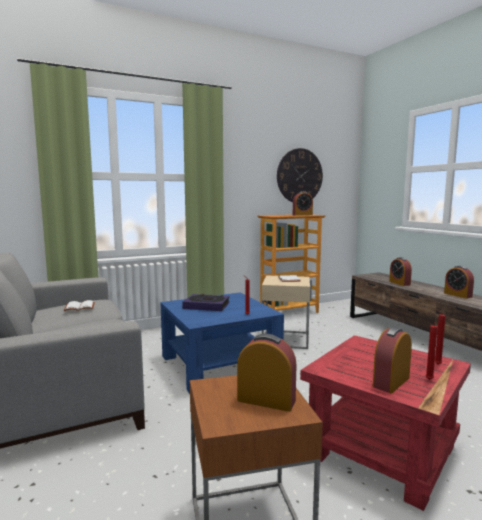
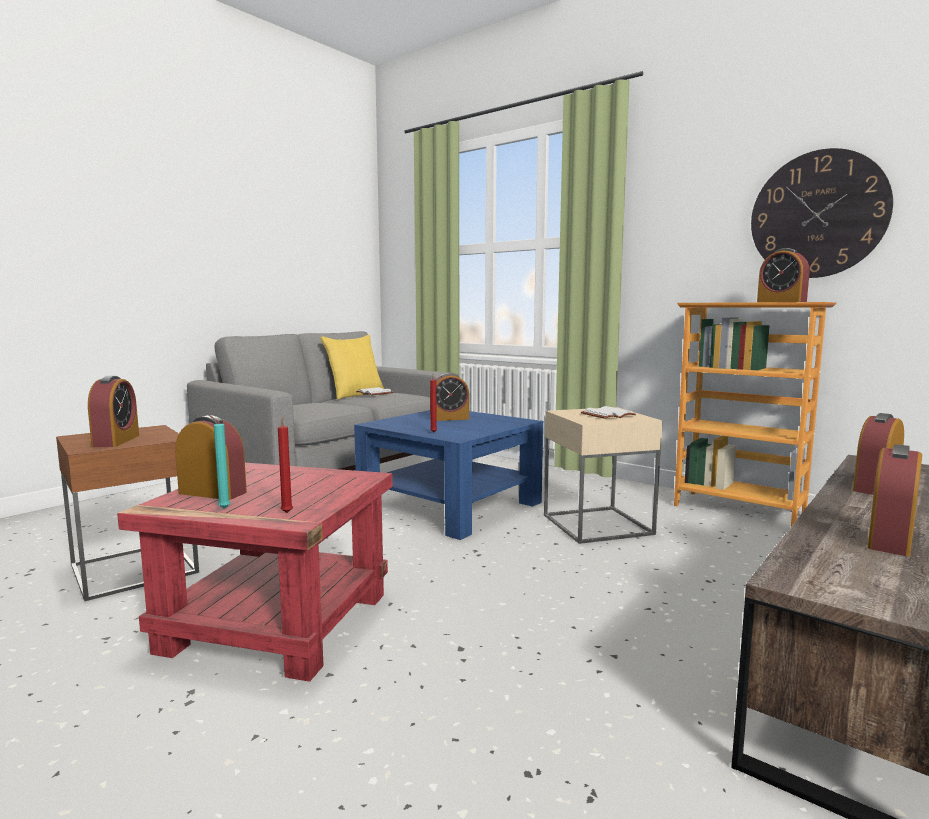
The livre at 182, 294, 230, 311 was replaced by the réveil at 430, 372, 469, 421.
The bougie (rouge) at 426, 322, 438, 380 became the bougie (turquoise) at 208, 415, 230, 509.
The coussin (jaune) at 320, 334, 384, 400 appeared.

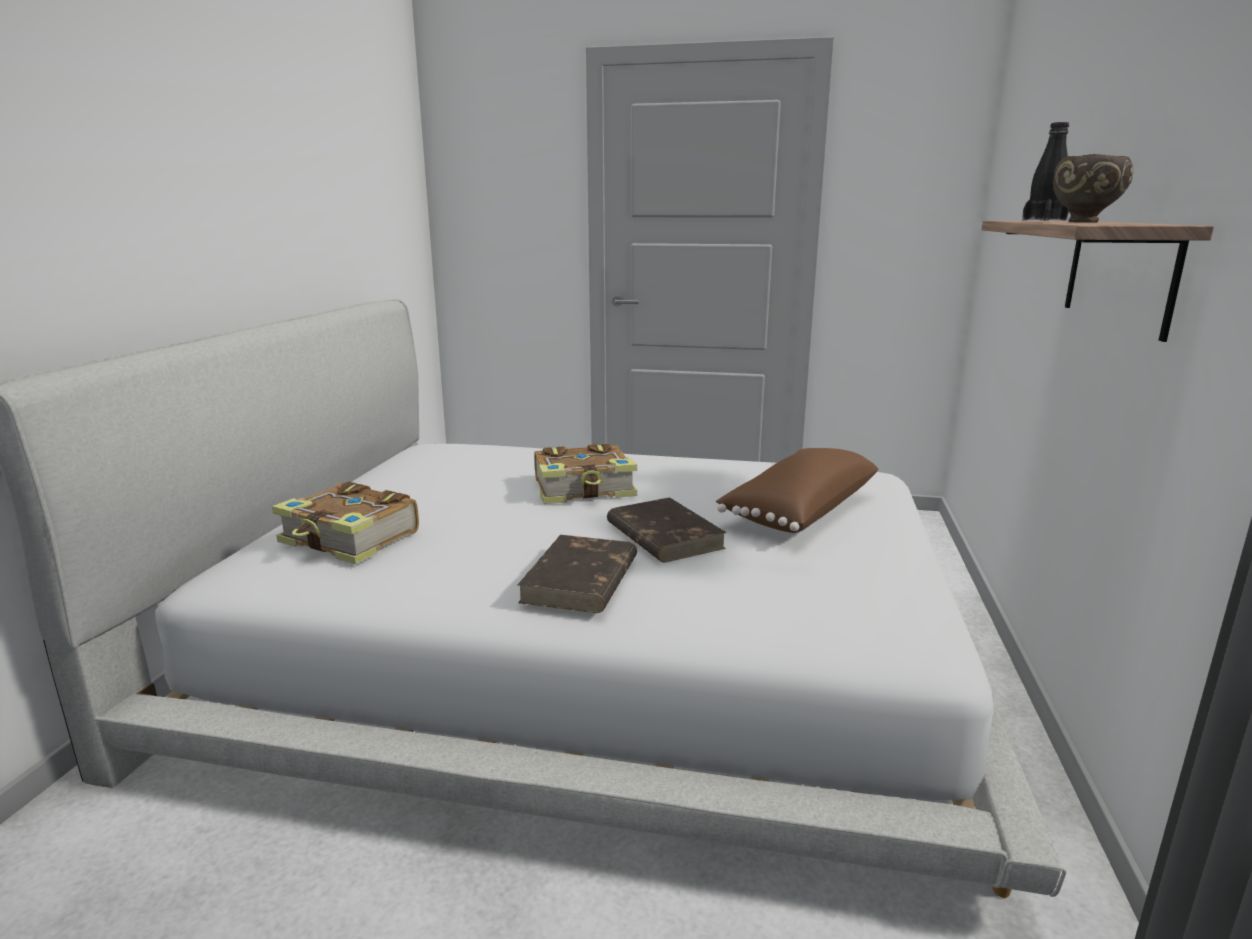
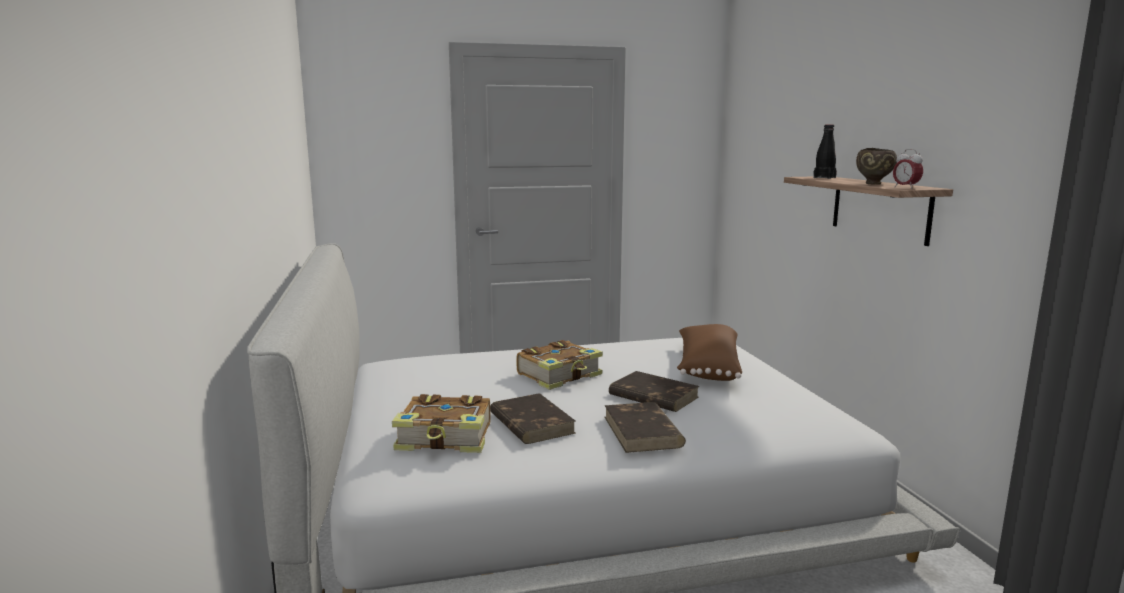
The livre (marron) at 490, 393, 576, 444 appeared.
The réveil at 893, 149, 923, 189 appeared.

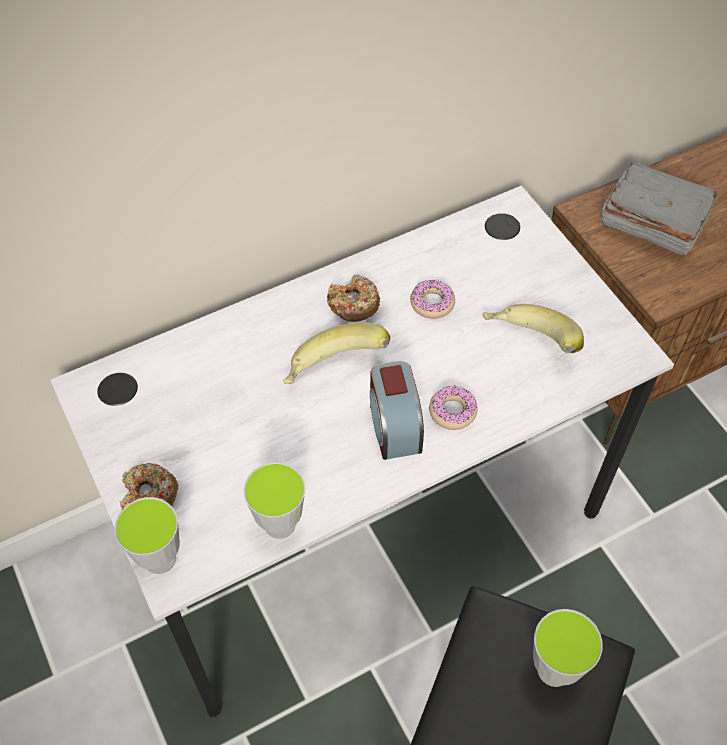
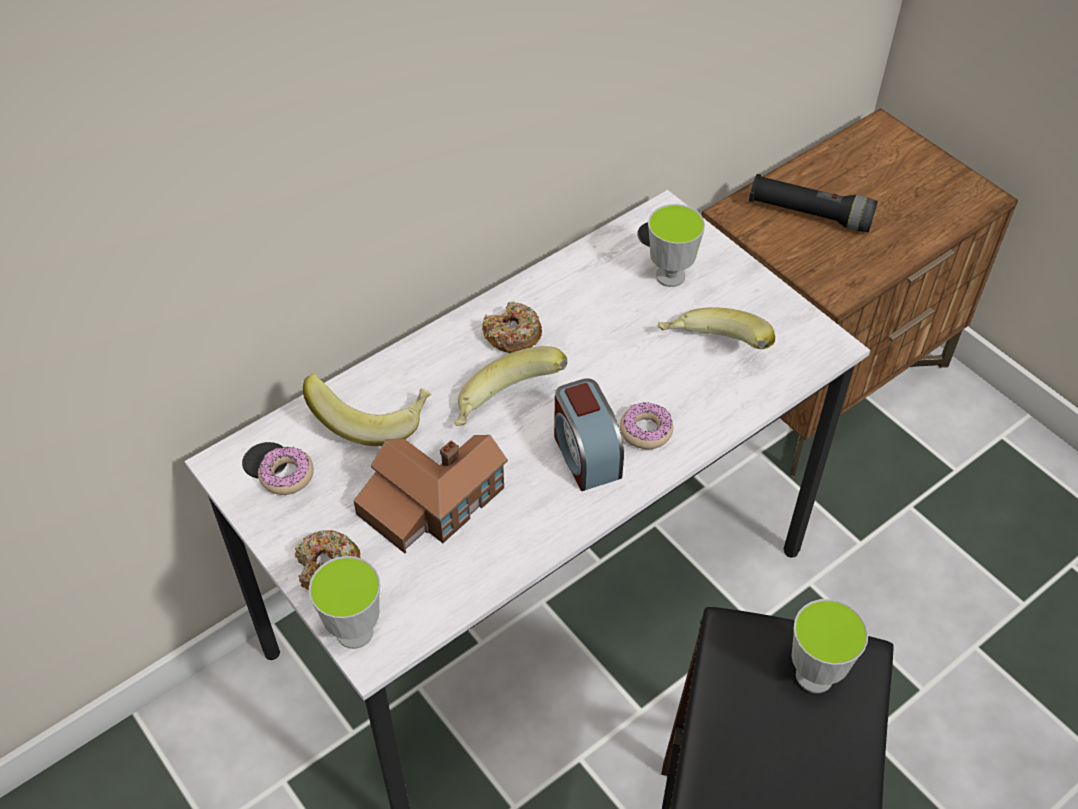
The tasse moved from 243, 462, 305, 539 to 648, 204, 705, 287.
The beignet moved from 410, 280, 455, 319 to 258, 446, 314, 495.
The livre (gris) at 600, 162, 718, 255 was replaced by the lampe de poche (noir) at 749, 174, 878, 232.
The banane at 303, 374, 432, 446 appeared.
The maison miniature at 353, 435, 508, 553 appeared.

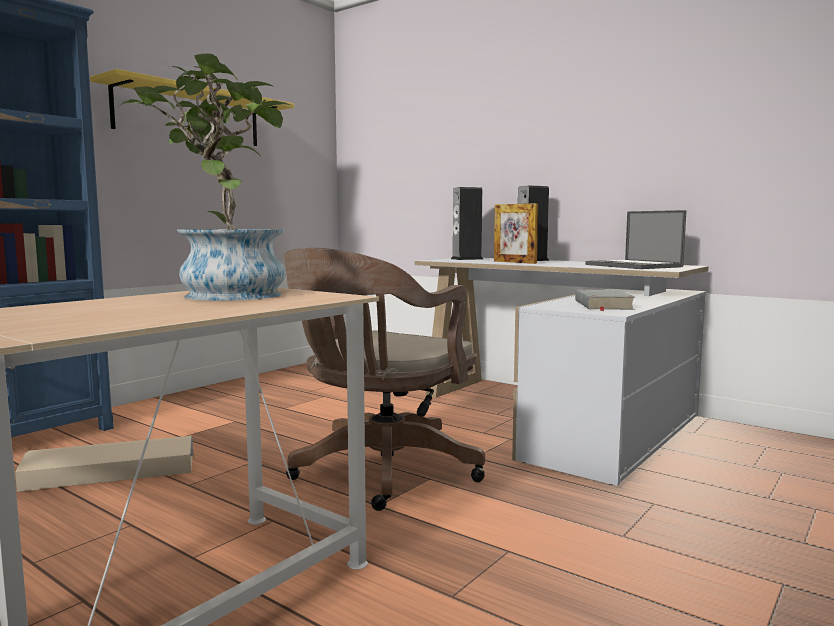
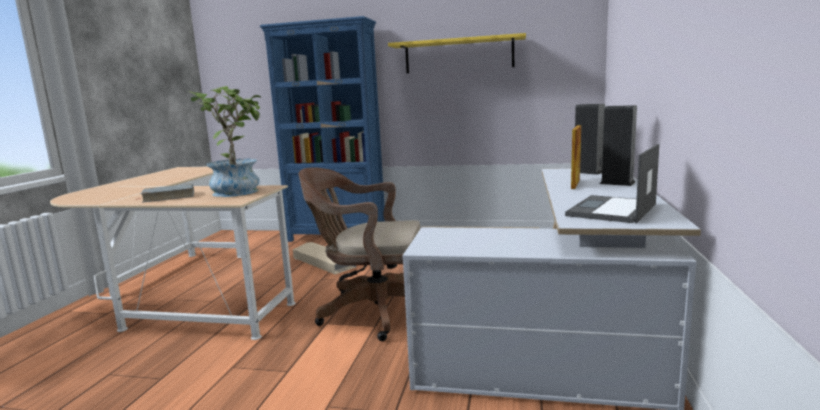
The livre (gris) moved from 575, 289, 636, 311 to 135, 184, 194, 202.

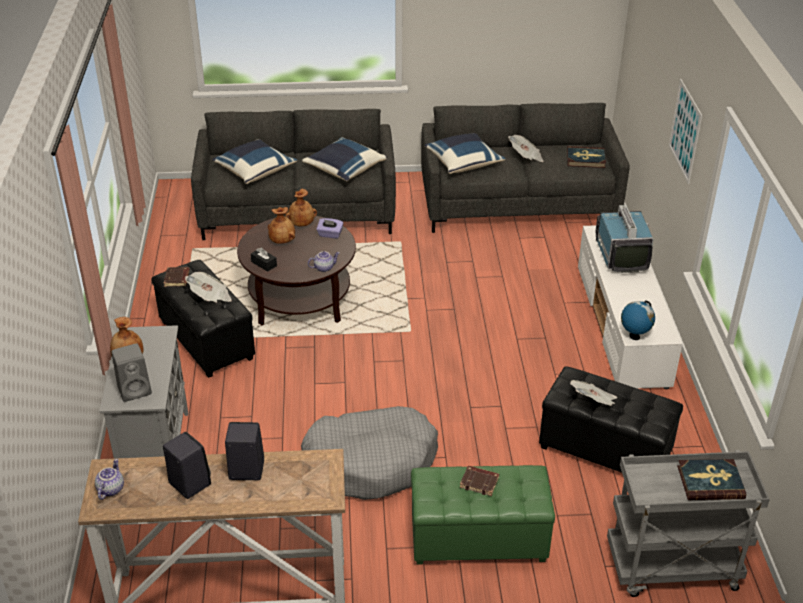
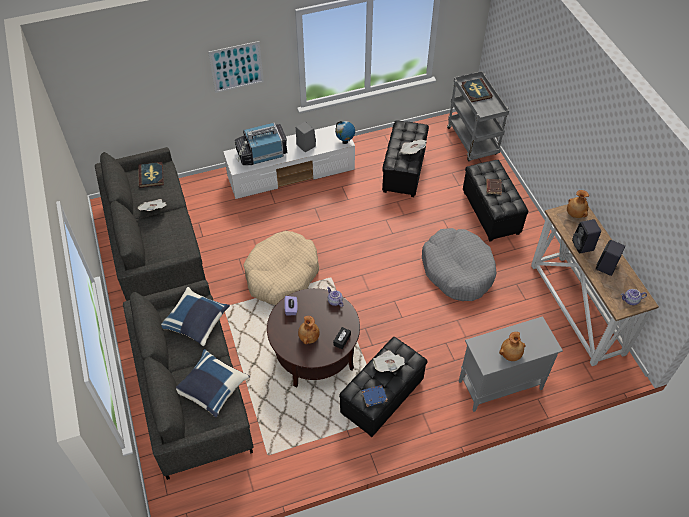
The enceinte (gris) moved from 112, 343, 152, 402 to 296, 121, 316, 152.
The livre (marron) at 164, 267, 190, 287 became the livre (bleu) at 362, 385, 388, 407.
The vase (marron) moved from 285, 189, 317, 226 to 567, 190, 589, 218.
The pouf (vert) at 411, 465, 555, 565 became the pouf (noir) at 463, 160, 528, 241.
The coussin (bleu) at 425, 133, 506, 174 disappeared.
The panier pour chien (beige) at 243, 231, 319, 305 appeared.

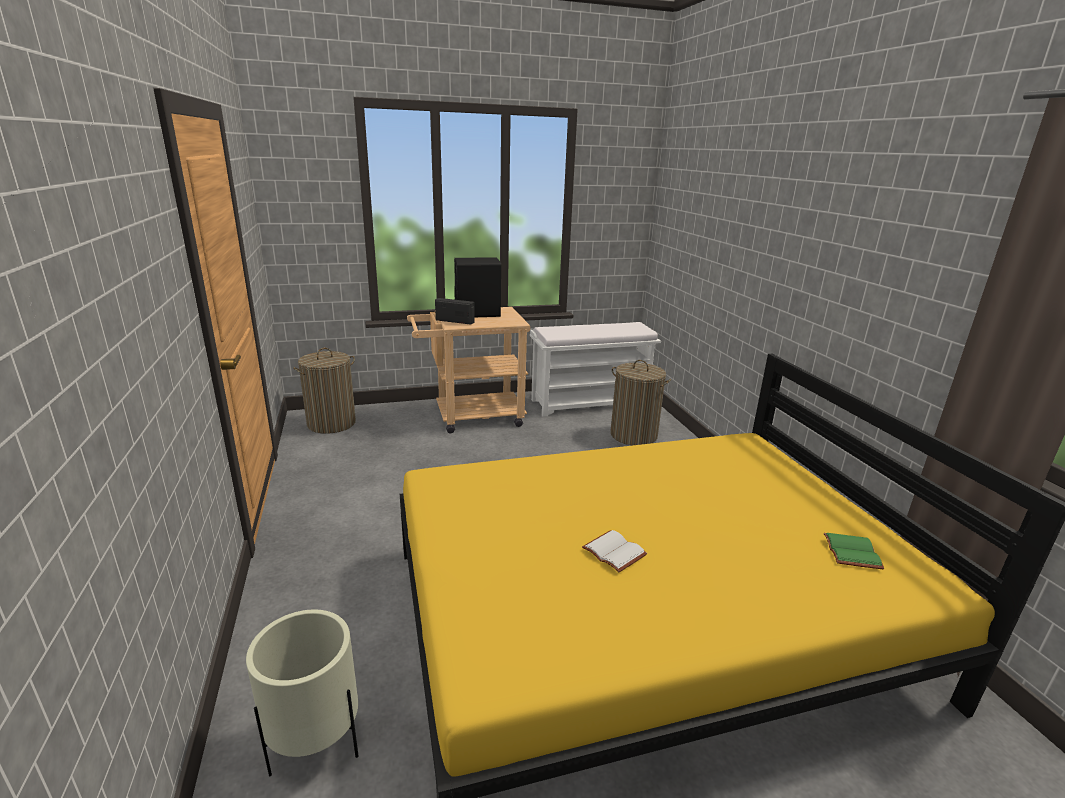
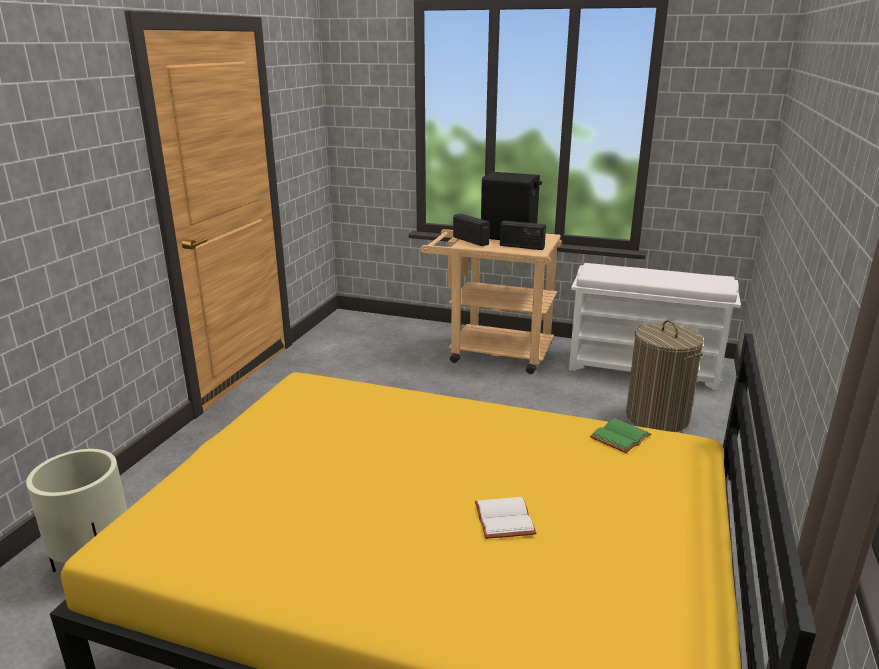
The panier à linge at 293, 348, 356, 434 disappeared.
The livre (blanc) moved from 582, 530, 647, 572 to 475, 497, 536, 539.
The livre (vert) moved from 824, 533, 884, 570 to 590, 418, 651, 453.
The radio at 500, 220, 546, 250 appeared.

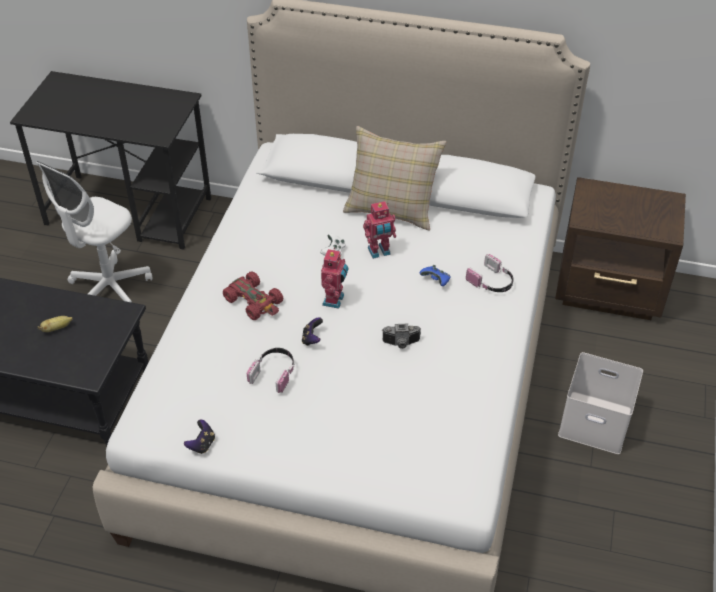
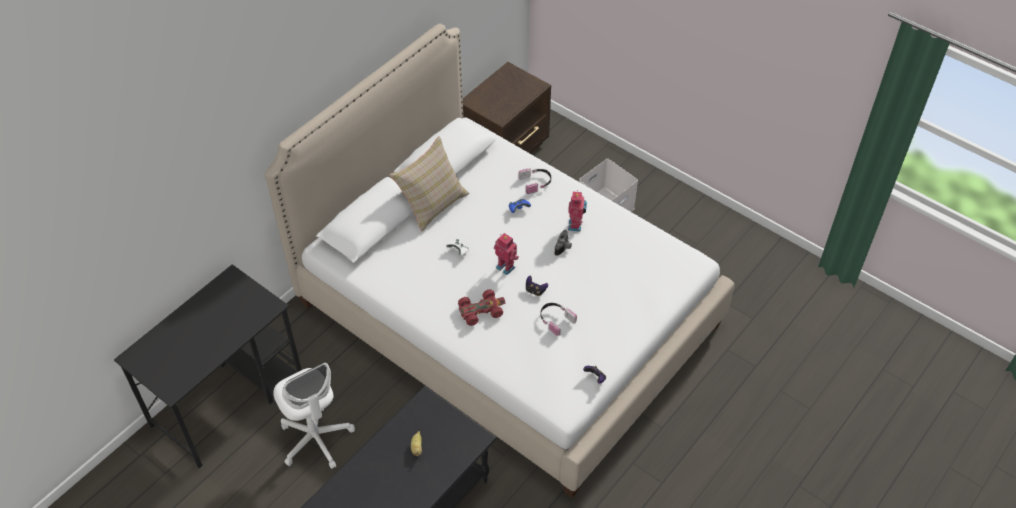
The robot jouet moved from 363, 201, 396, 259 to 568, 190, 587, 232.

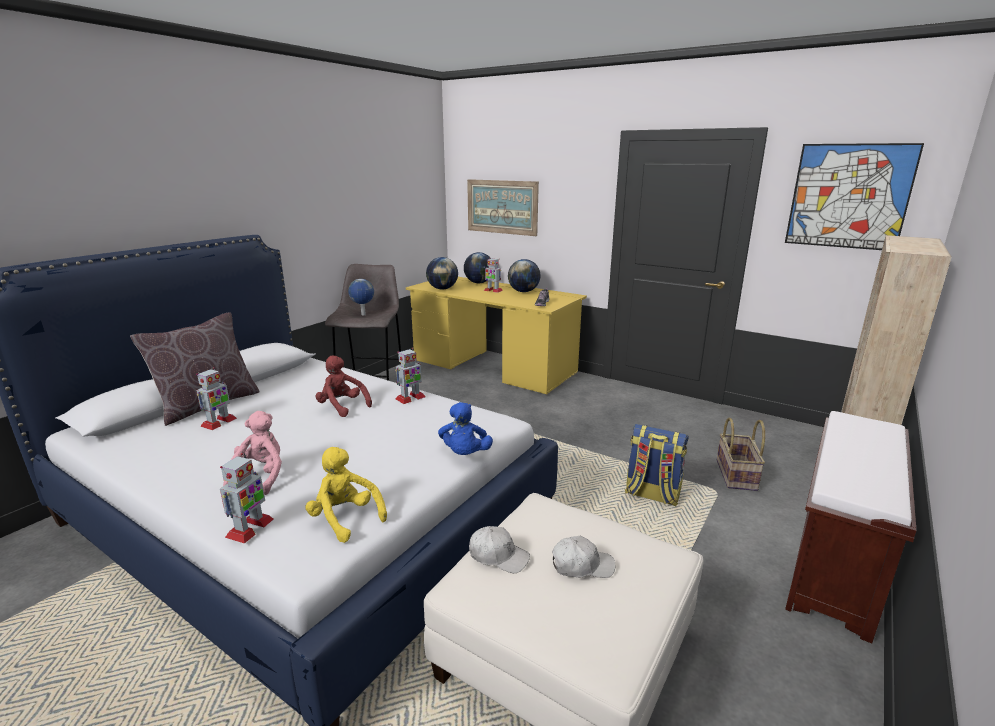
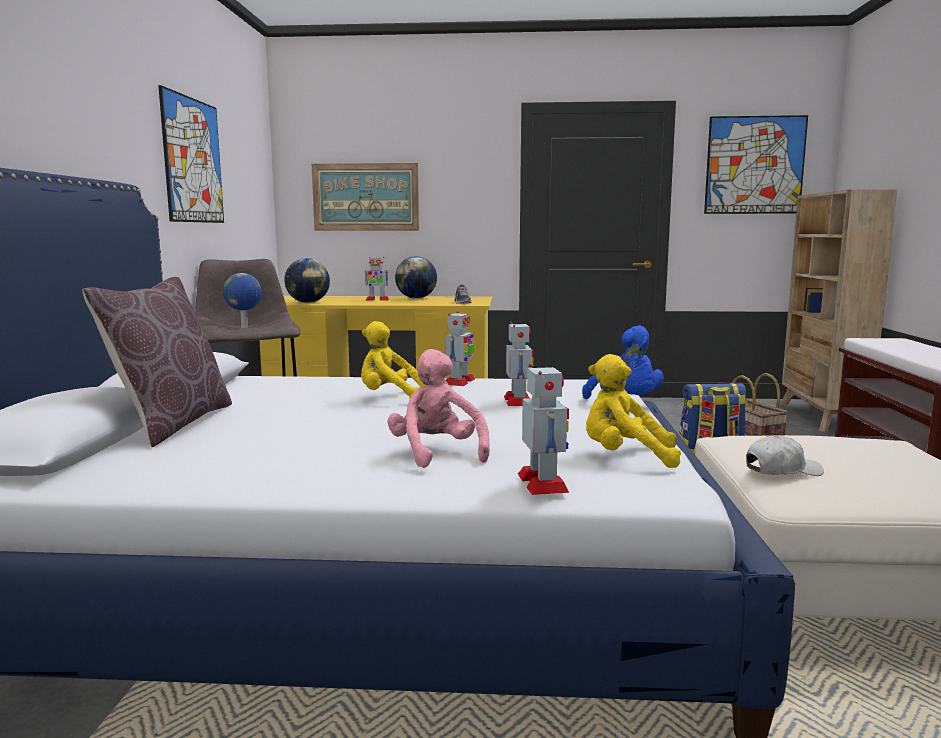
The robot jouet moved from 196, 367, 237, 430 to 504, 322, 534, 406.
The peluche (rouge) at 315, 356, 372, 417 became the peluche (jaune) at 361, 321, 426, 397.
The globe at 464, 252, 491, 283 disappeared.
The casquette (blanc) at 552, 536, 615, 578 disappeared.
The tableau at 158, 85, 224, 223 appeared.

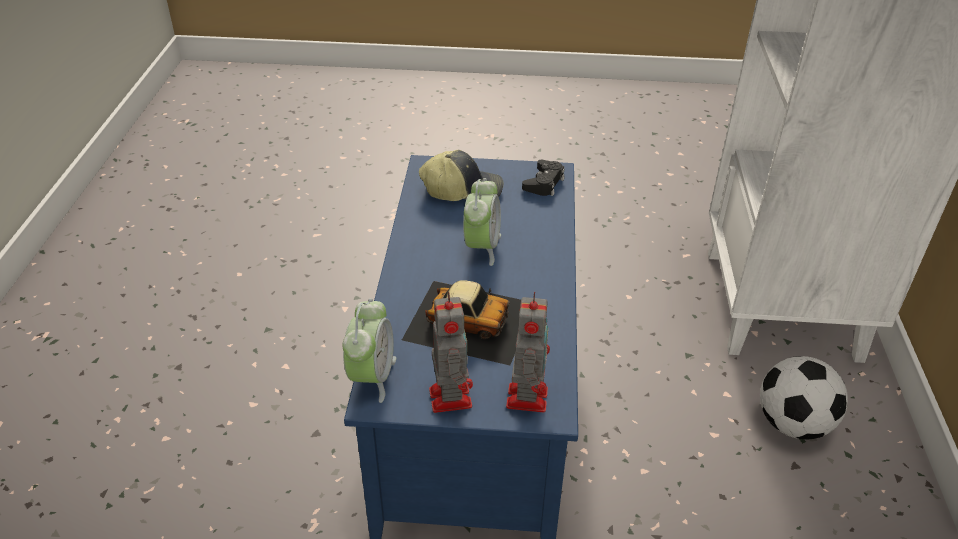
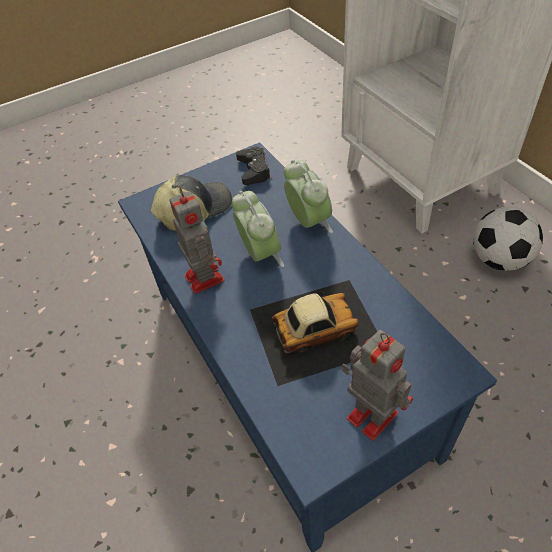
The réveil moved from 343, 298, 396, 403 to 284, 160, 333, 233.
The robot jouet moved from 506, 291, 550, 413 to 169, 187, 224, 294.

